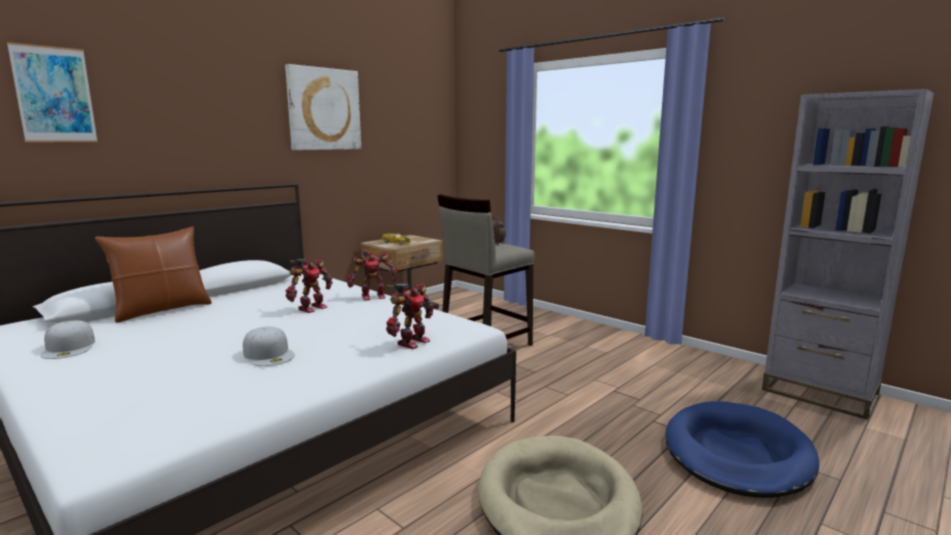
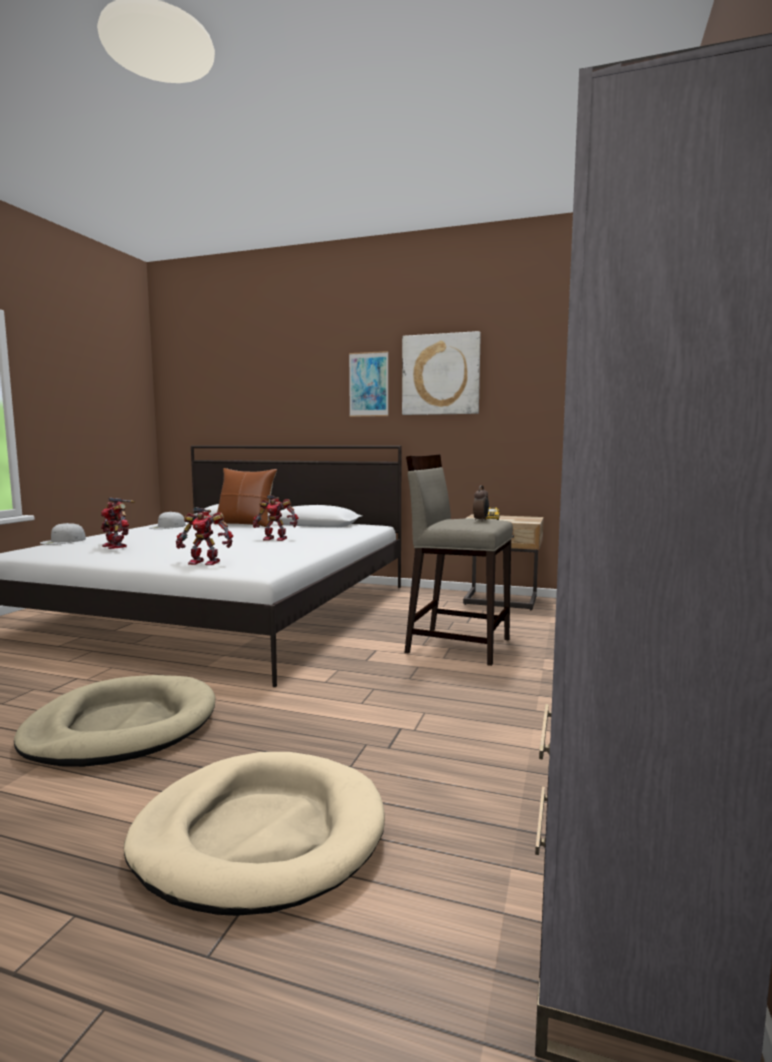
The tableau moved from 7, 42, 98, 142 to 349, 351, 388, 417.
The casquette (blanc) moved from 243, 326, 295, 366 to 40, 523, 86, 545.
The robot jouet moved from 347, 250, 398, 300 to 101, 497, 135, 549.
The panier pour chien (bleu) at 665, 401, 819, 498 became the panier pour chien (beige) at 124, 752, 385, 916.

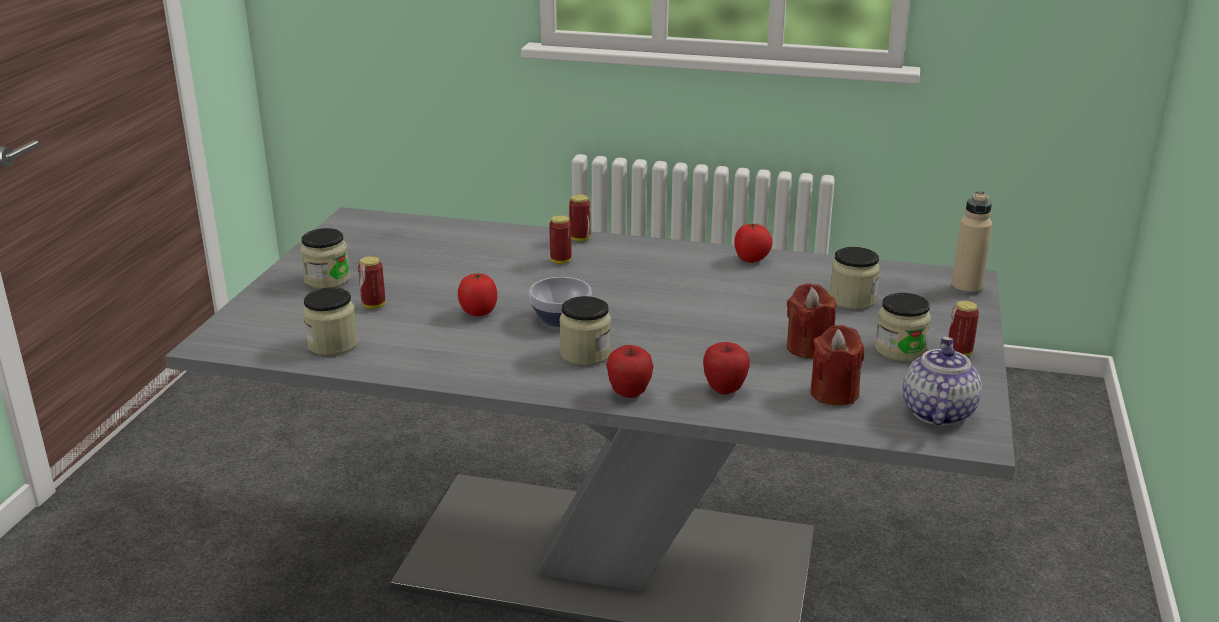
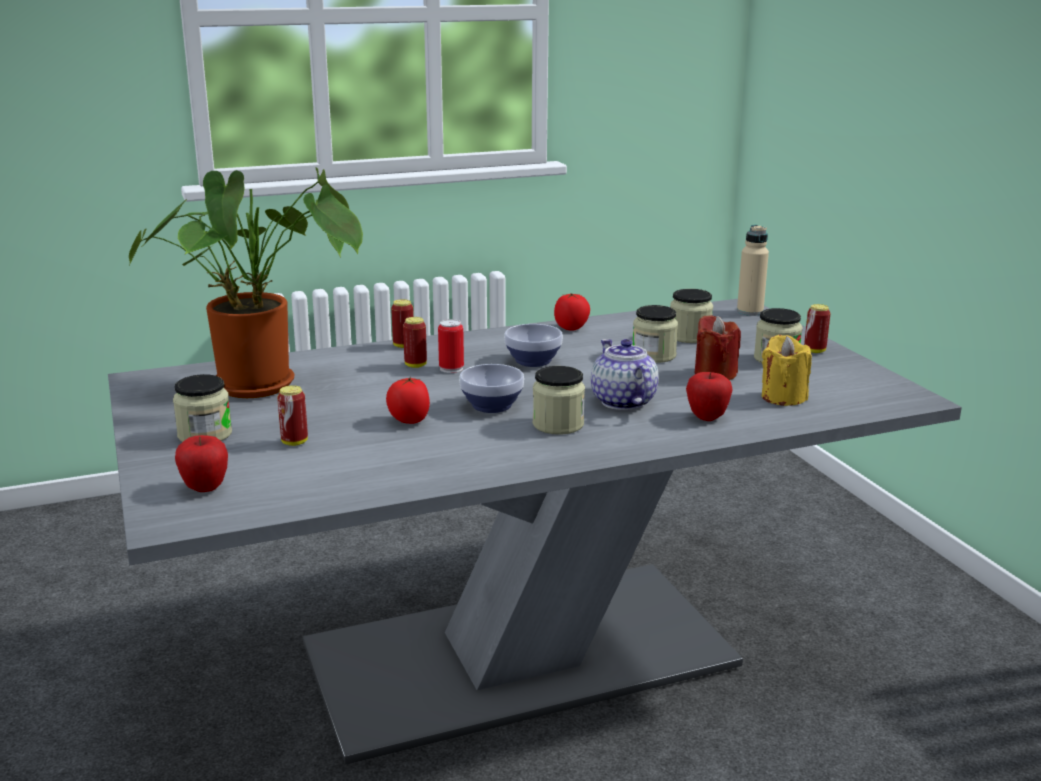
The bocal moved from 303, 287, 358, 356 to 633, 305, 678, 363.
The pomme moved from 606, 345, 654, 398 to 175, 435, 228, 492.
The bougie (rouge) at 810, 325, 865, 405 became the bougie (jaune) at 762, 335, 812, 406.
The théière moved from 903, 337, 982, 426 to 591, 339, 659, 410.
The plante en pot at 129, 167, 363, 398 appeared.
The boîte métallique at 438, 319, 464, 373 appeared.
The bol at 504, 324, 563, 367 appeared.

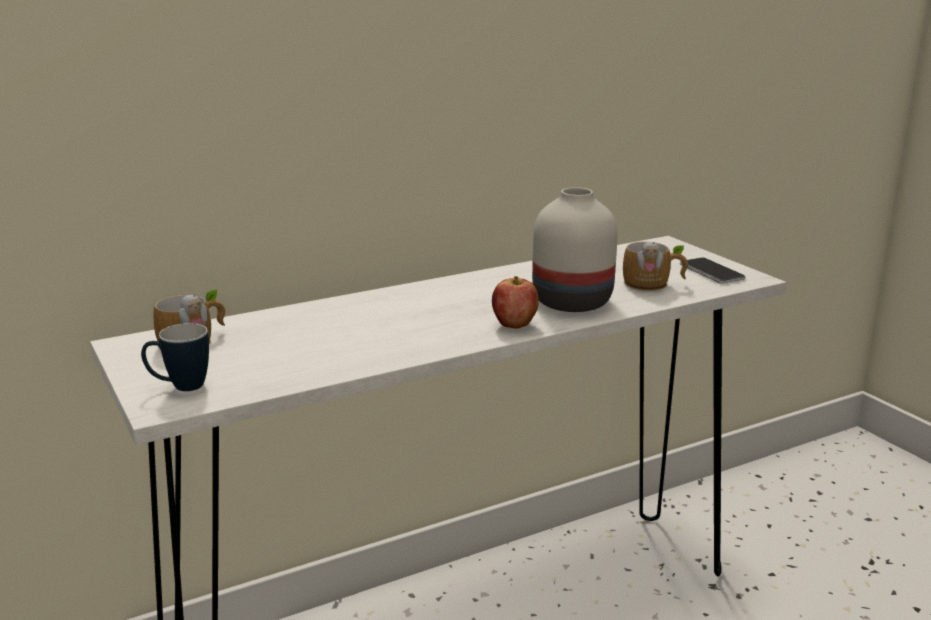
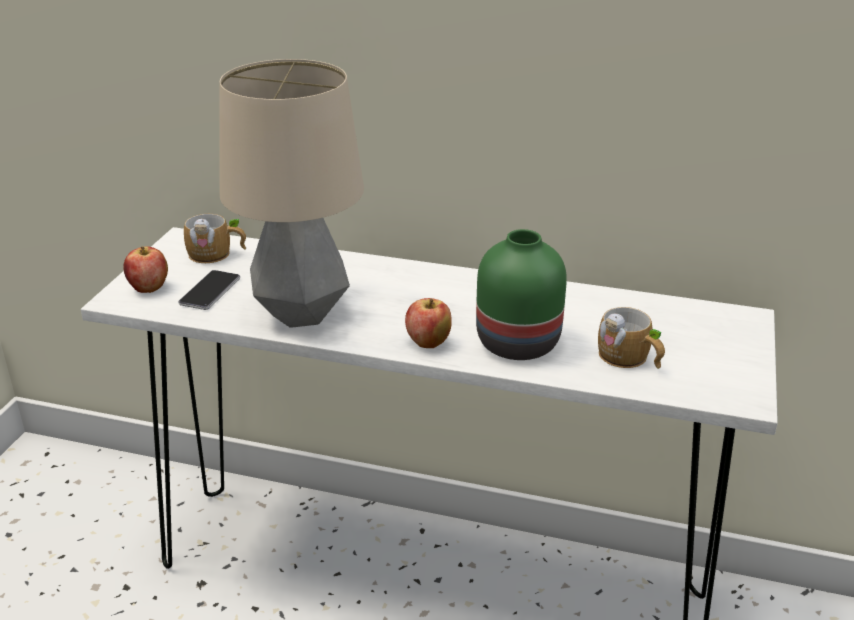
The mug at 141, 323, 209, 391 was replaced by the pomme at 123, 246, 168, 293.
The vase (blanc) at 532, 187, 617, 312 became the vase (vert) at 476, 229, 567, 360.
The téléphone moved from 680, 257, 745, 283 to 178, 270, 240, 310.
The lampe de table at 219, 59, 364, 328 appeared.

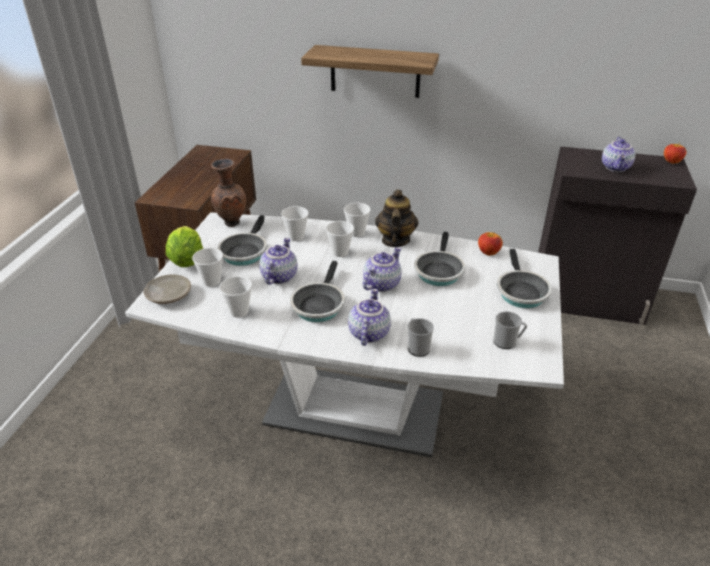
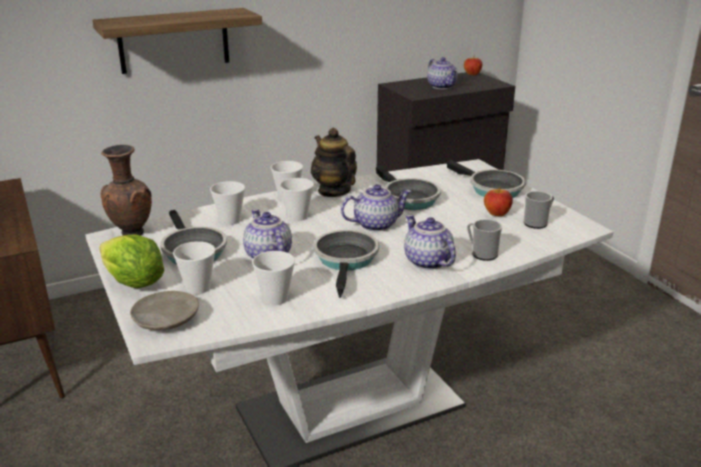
The poêle at 290, 261, 345, 322 turned 150 degrees counterclockwise.
The théière at 363, 247, 402, 292 turned 75 degrees clockwise.
The pomme moved from 478, 232, 503, 256 to 484, 187, 513, 217.

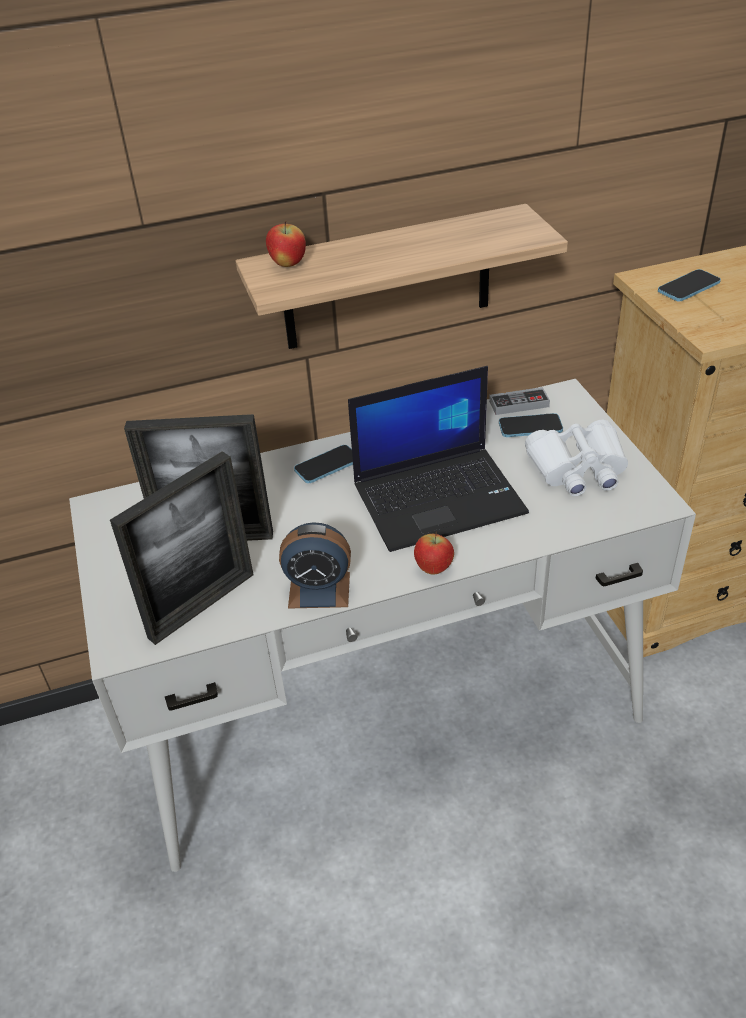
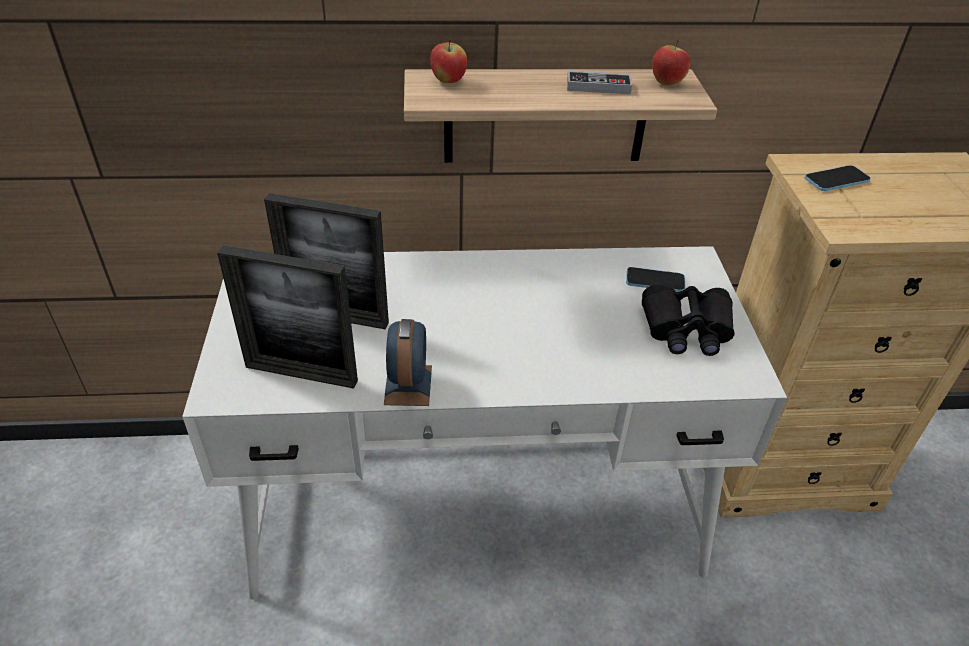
The cadre photo at 110, 451, 253, 645 turned 45 degrees clockwise.
The réveil at 279, 522, 351, 609 turned 105 degrees counterclockwise.
The téléphone at 294, 445, 353, 483 disappeared.
The ordinateur portable at 348, 366, 529, 552 disappeared.
The pomme moved from 414, 532, 454, 575 to 652, 39, 690, 85.
The manette moved from 489, 387, 550, 415 to 567, 70, 632, 94.
The jumelles (blanc) at 525, 420, 628, 496 became the jumelles (noir) at 642, 285, 734, 356.

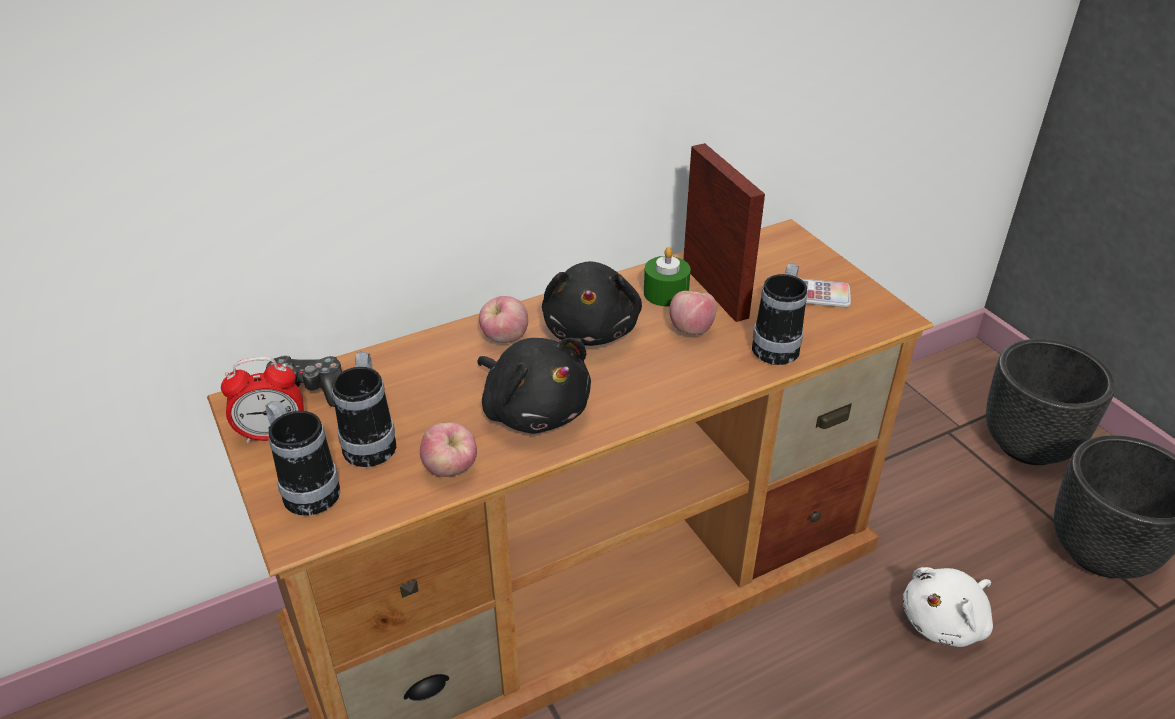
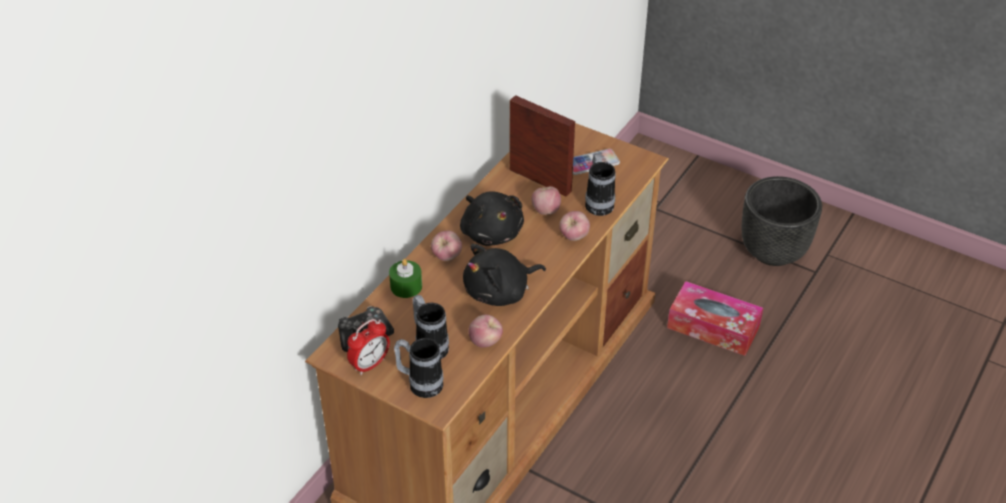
The peluche (noir) at 478, 338, 591, 434 turned 135 degrees clockwise.
The bougie (vert) moved from 644, 247, 691, 307 to 389, 259, 422, 298.
The peluche (blanc) at 903, 567, 993, 647 was replaced by the boîte à mouchoirs at 667, 281, 763, 356.
The cache-pot (noir) at 986, 339, 1115, 465 disappeared.
The pomme at 559, 211, 590, 241 appeared.

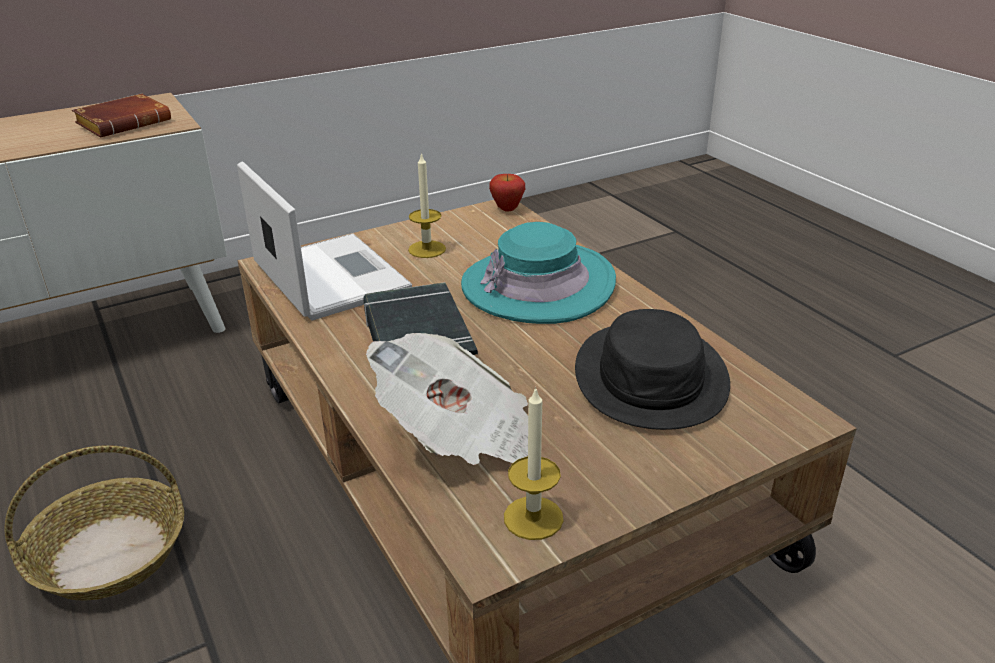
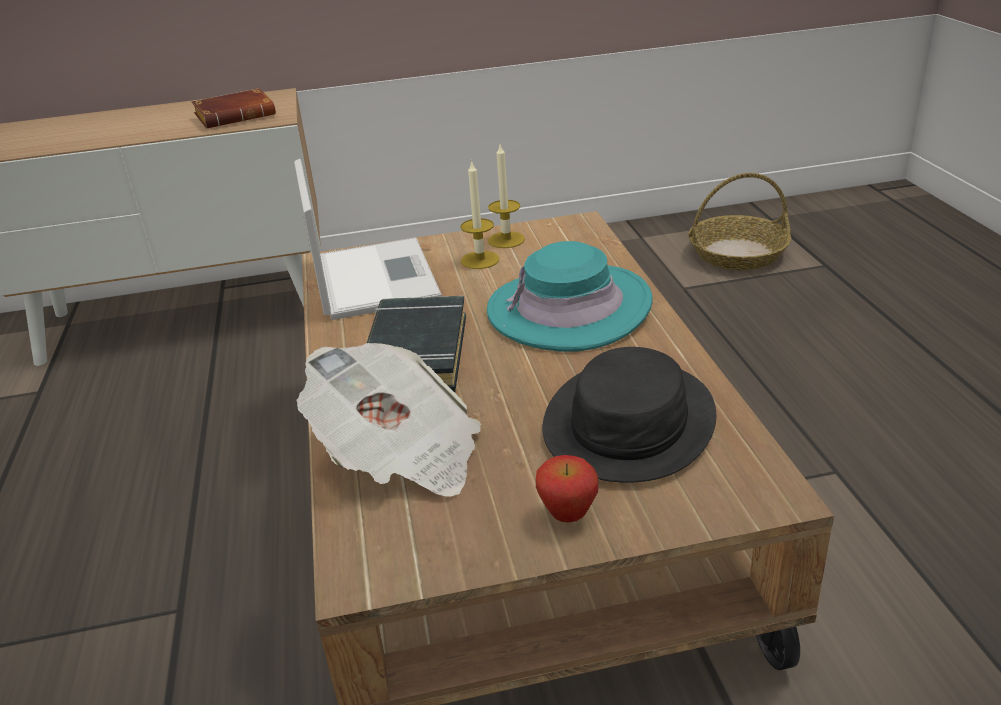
The panier moved from 5, 445, 184, 600 to 688, 173, 791, 270.
The pomme moved from 489, 174, 525, 212 to 536, 455, 598, 522.
The bougie moved from 504, 386, 563, 540 to 488, 145, 525, 248.

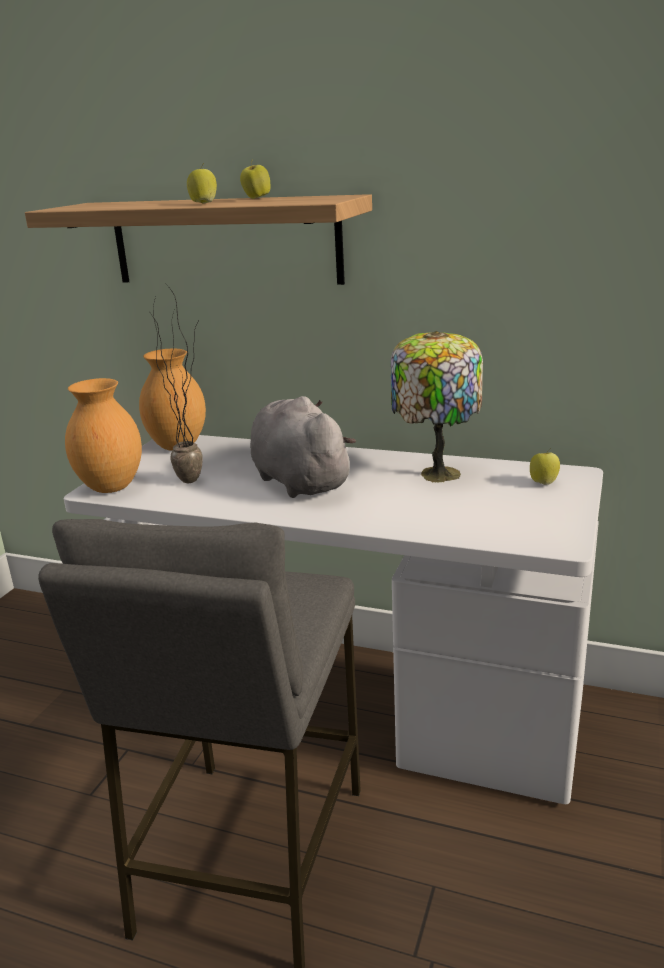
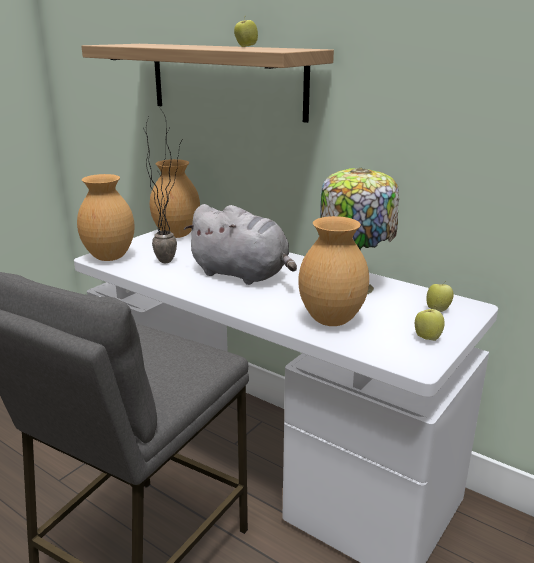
The pomme moved from 187, 163, 217, 203 to 415, 307, 445, 341.
The peluche (gris) at 250, 396, 356, 498 turned 135 degrees clockwise.
The vase (marron) at 298, 216, 369, 326 appeared.

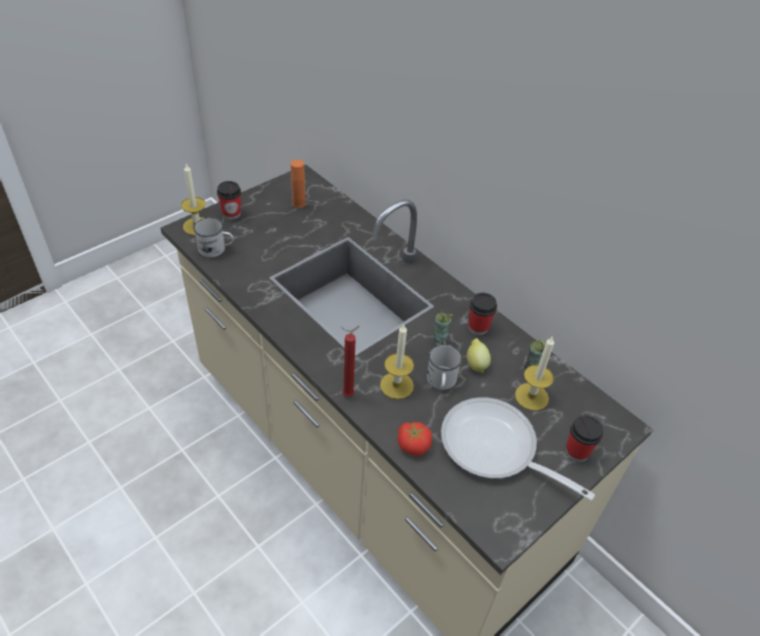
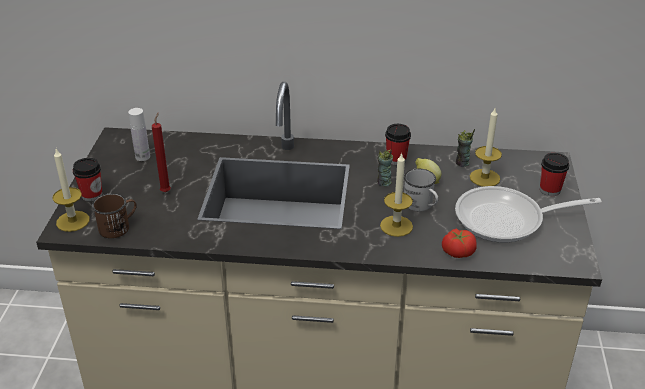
The mug (blanc) at 193, 218, 234, 257 became the mug (marron) at 92, 193, 137, 238.
The bouteille (orange) at 291, 160, 306, 208 became the bouteille (blanc) at 128, 108, 150, 161.
The bougie (rouge) moved from 343, 326, 359, 397 to 152, 113, 171, 192.

